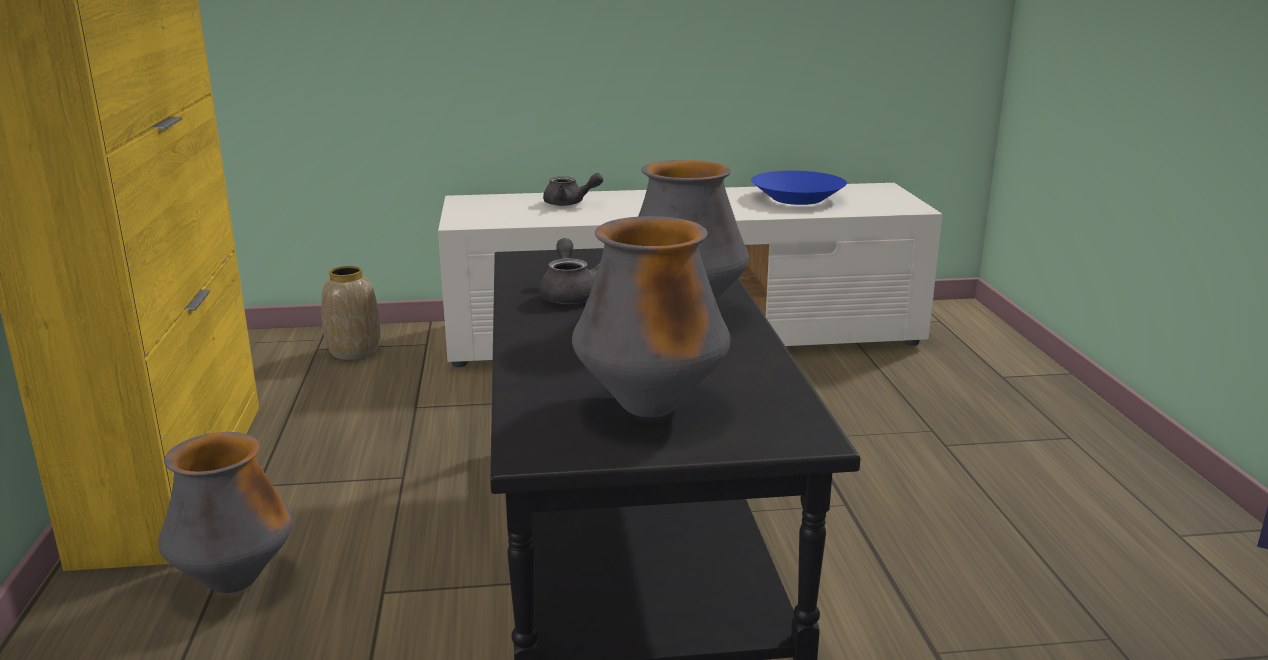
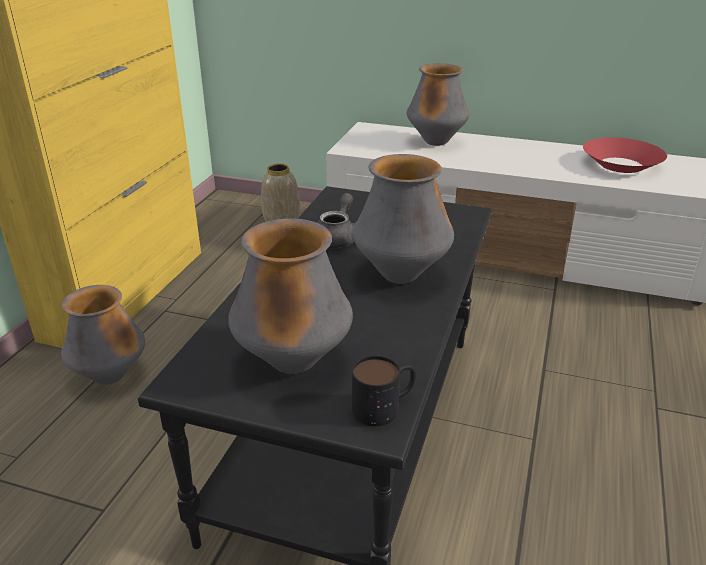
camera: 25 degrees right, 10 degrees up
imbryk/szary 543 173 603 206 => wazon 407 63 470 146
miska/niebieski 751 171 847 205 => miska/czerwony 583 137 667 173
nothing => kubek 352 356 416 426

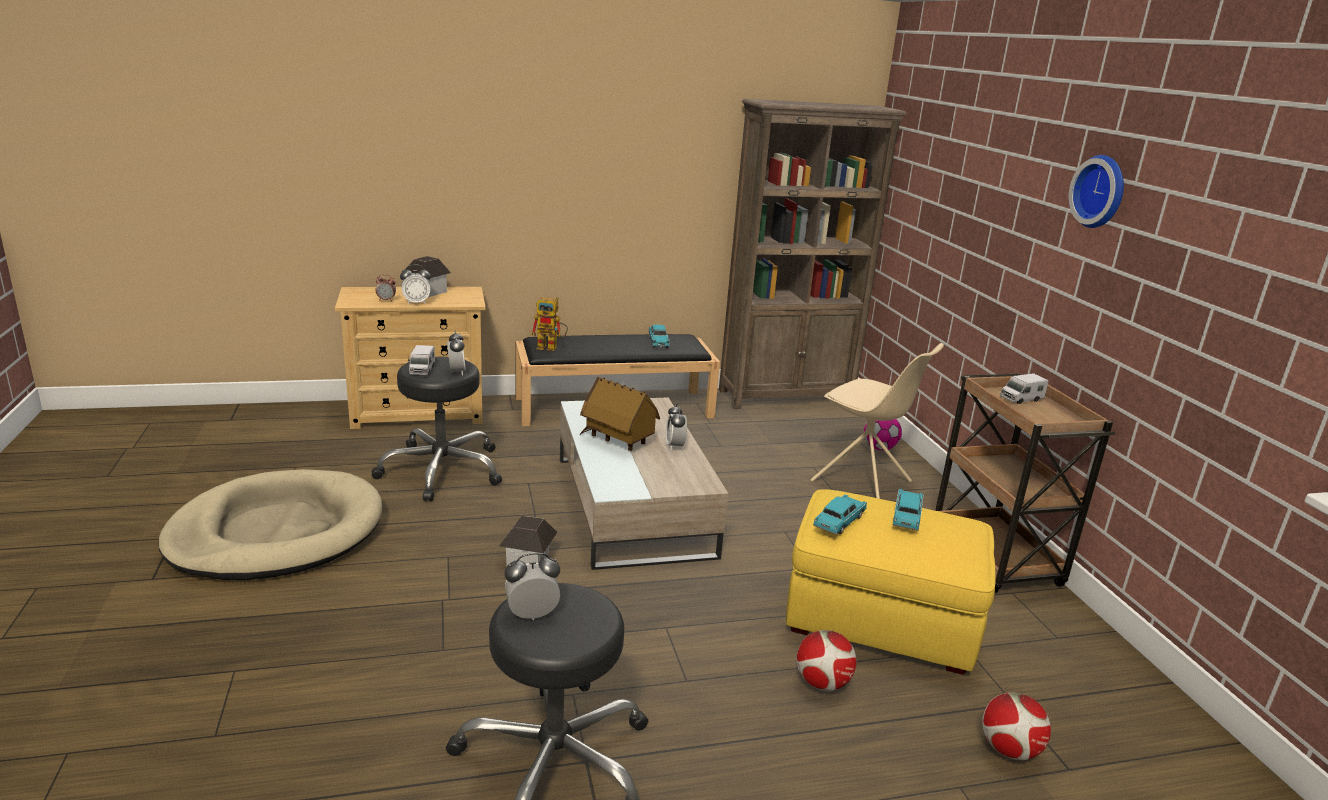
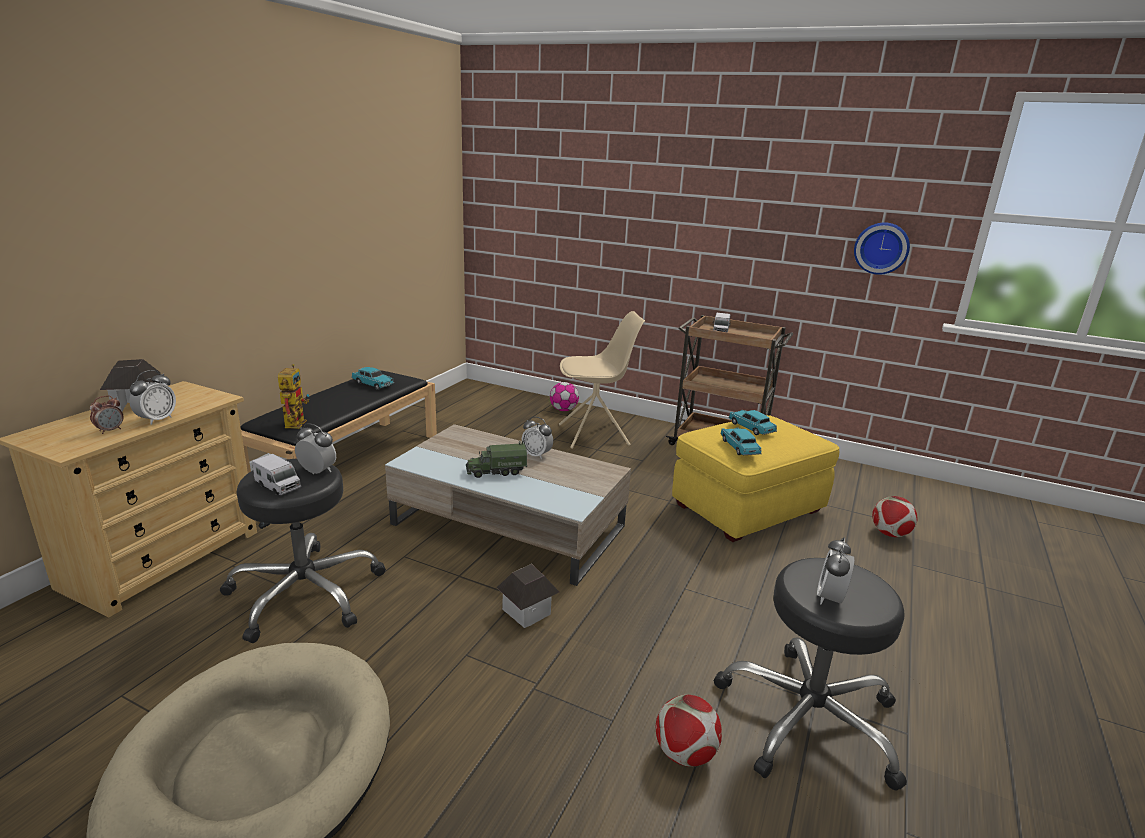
camera: 50 degrees left, 0 degrees up
robot zabawkowy 531 297 568 351 => robot zabawkowy 278 364 309 429, 45 degrees counterclockwise
domek 579 377 660 451 => ciężarówka zabawkowa 466 440 527 478
regał/brązowy 719 99 907 409 => nothing
piłka futbolowa 797 630 857 691 => piłka futbolowa 656 695 722 767, move
zegar ścienny 1069 155 1124 228 => zegar ścienny 854 222 910 275, move

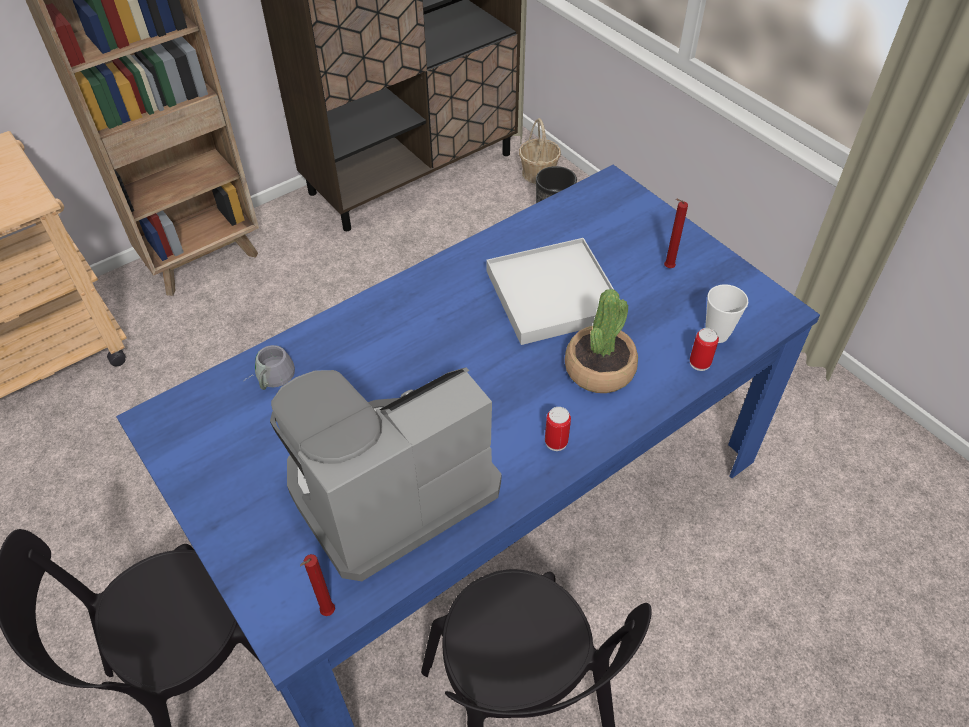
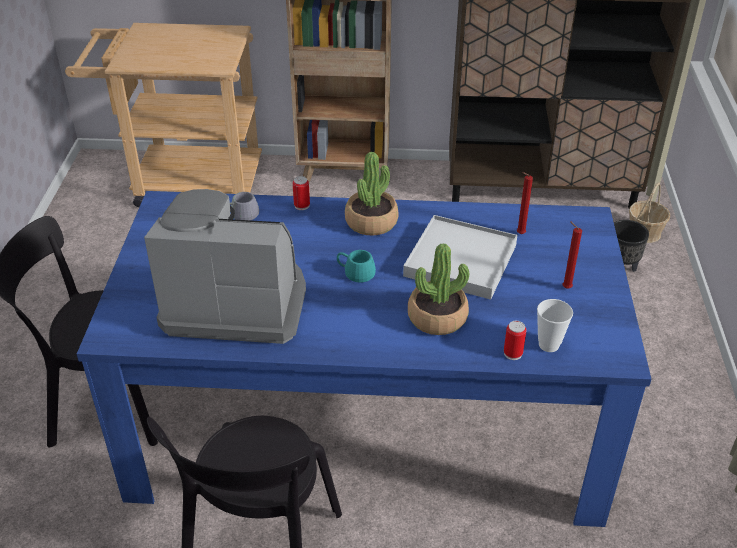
camera: 40 degrees right, 10 degrees down
świeca/czerwony 300 554 335 616 => świeca/czerwony 517 172 533 234, move
puszka 545 407 571 451 => puszka 293 176 310 210, move
nothing => kubek/turkusowy 337 250 376 283
nothing => roślina doniczkowa 345 152 399 236

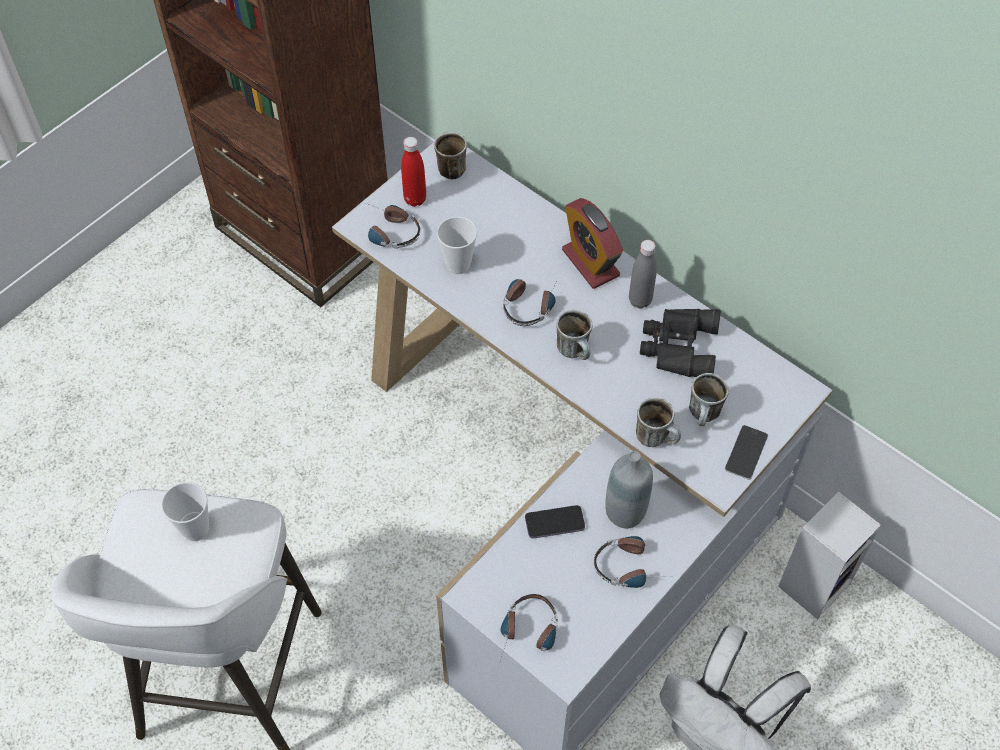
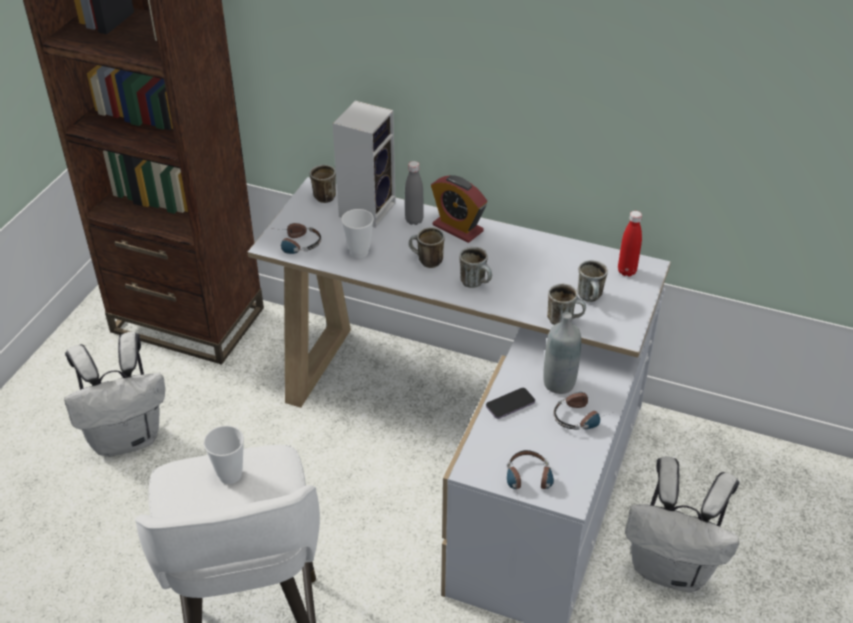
camera: 20 degrees left, 15 degrees down
butelka/czerwony 401 137 426 207 => butelka/czerwony 618 211 642 277, move
słuchawki 503 278 559 326 => kubek 409 227 445 268
butelka/szary 629 240 657 309 => butelka/szary 405 161 424 225, move
lornetka/czarny 640 309 721 377 => nothing
telefon 725 425 768 480 => nothing
głośnik 778 491 881 619 => głośnik 333 101 396 228, move
nothing => plecak/biały 64 332 165 457

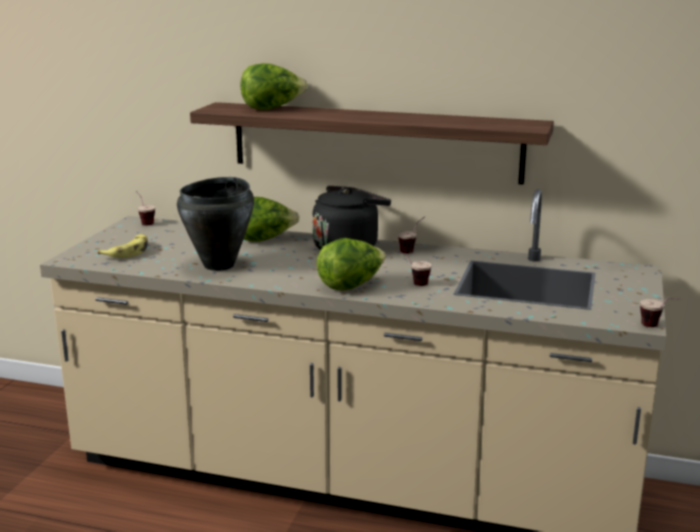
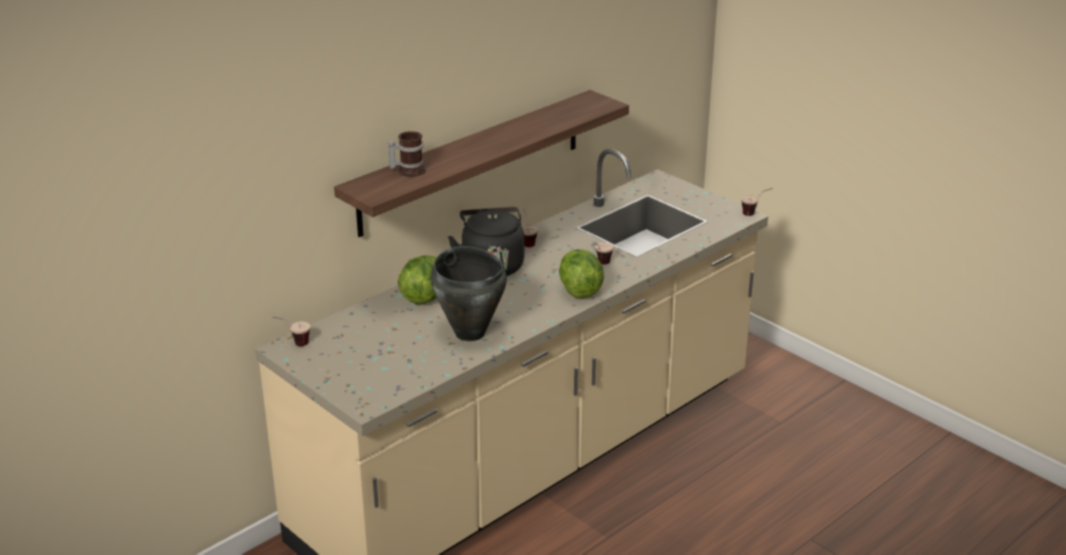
camera: 60 degrees left, 10 degrees up
banan 97 234 148 258 => nothing
sałata 241 63 308 110 => kubek 388 131 426 177

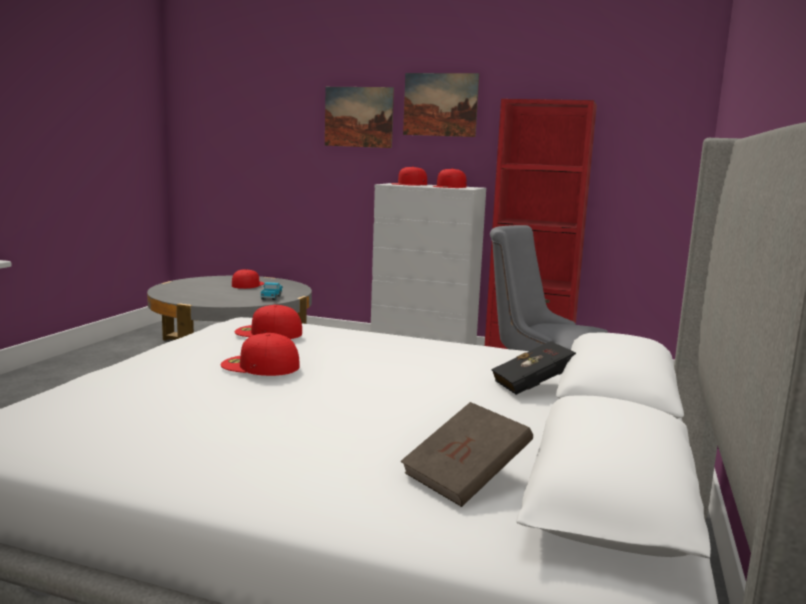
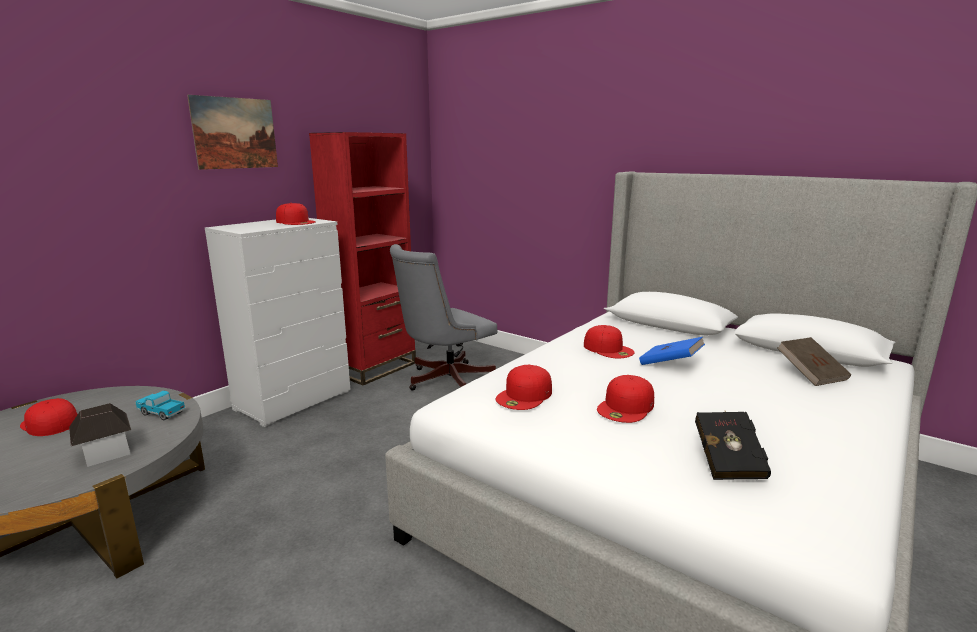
camera: 70 degrees left, 5 degrees up
obraz 325 87 394 148 => nothing
czapka z daszkiem/czerwony 391 166 427 185 => czapka z daszkiem/czerwony 584 325 634 359, move
książka/czarny 491 341 576 395 => książka/czarny 695 411 771 480, move
nothing => domek 69 403 131 467
nothing => książka/niebieski 639 337 705 365

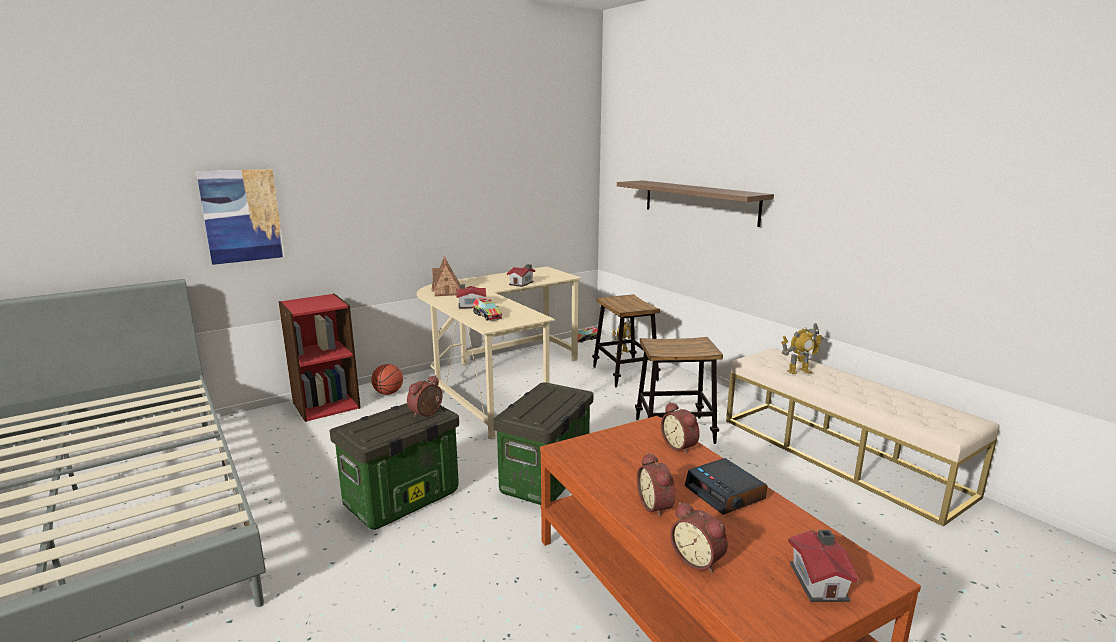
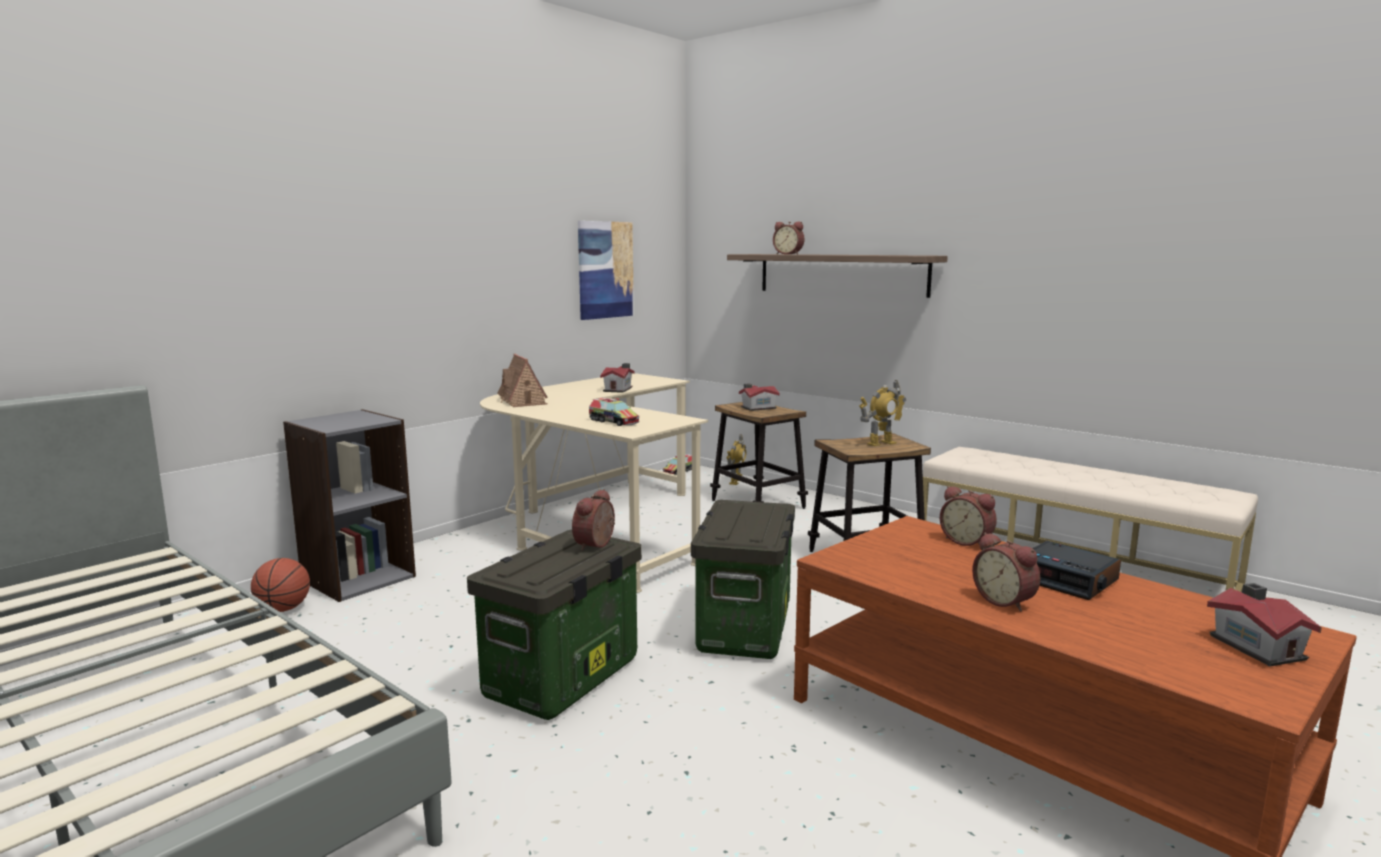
camera: 15 degrees left, 5 degrees down
obraz 196 169 284 265 => obraz 578 221 634 320, move
regał/czerwony 278 293 361 422 => regał/szary 283 409 416 602
piłka do koszykówki 371 364 403 395 => piłka do koszykówki 251 558 310 612, move
domek 456 284 486 309 => domek 739 383 780 411, move
budzik 670 502 728 573 => budzik 773 221 805 254, move
robot zabawkowy 781 323 824 374 => robot zabawkowy 859 380 906 446, move

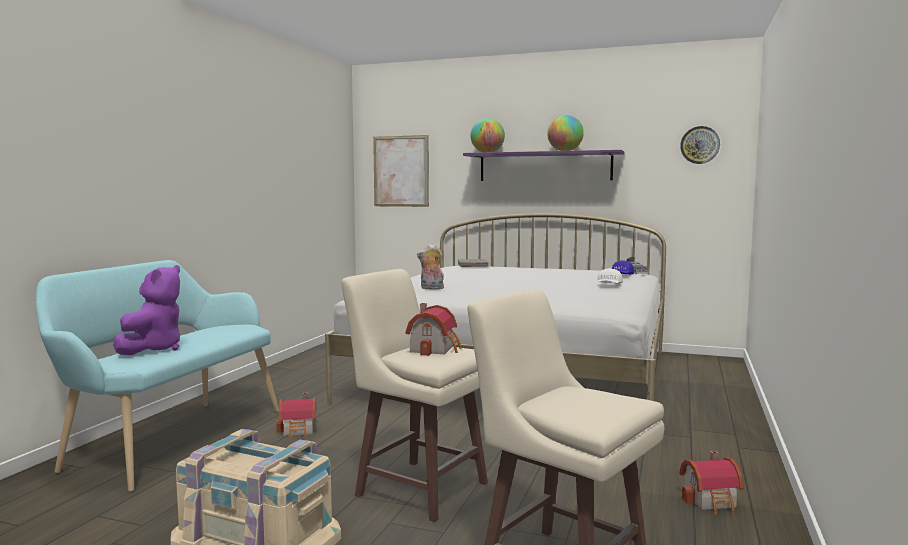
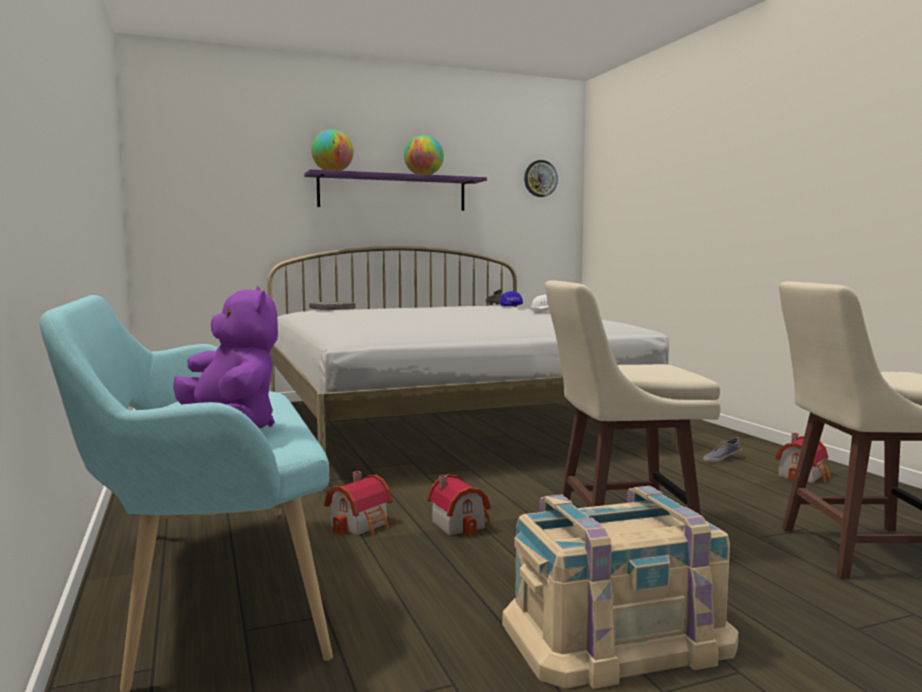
camera: 40 degrees left, 0 degrees up
obraz 373 135 429 207 => nothing
domek 405 303 462 356 => domek 427 474 491 536, move
pluszak 417 244 445 289 => nothing
nothing => but 703 437 742 463

